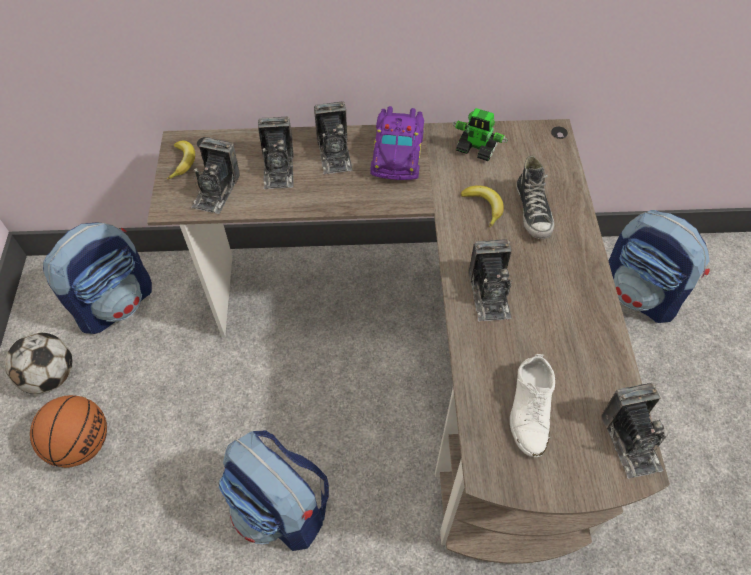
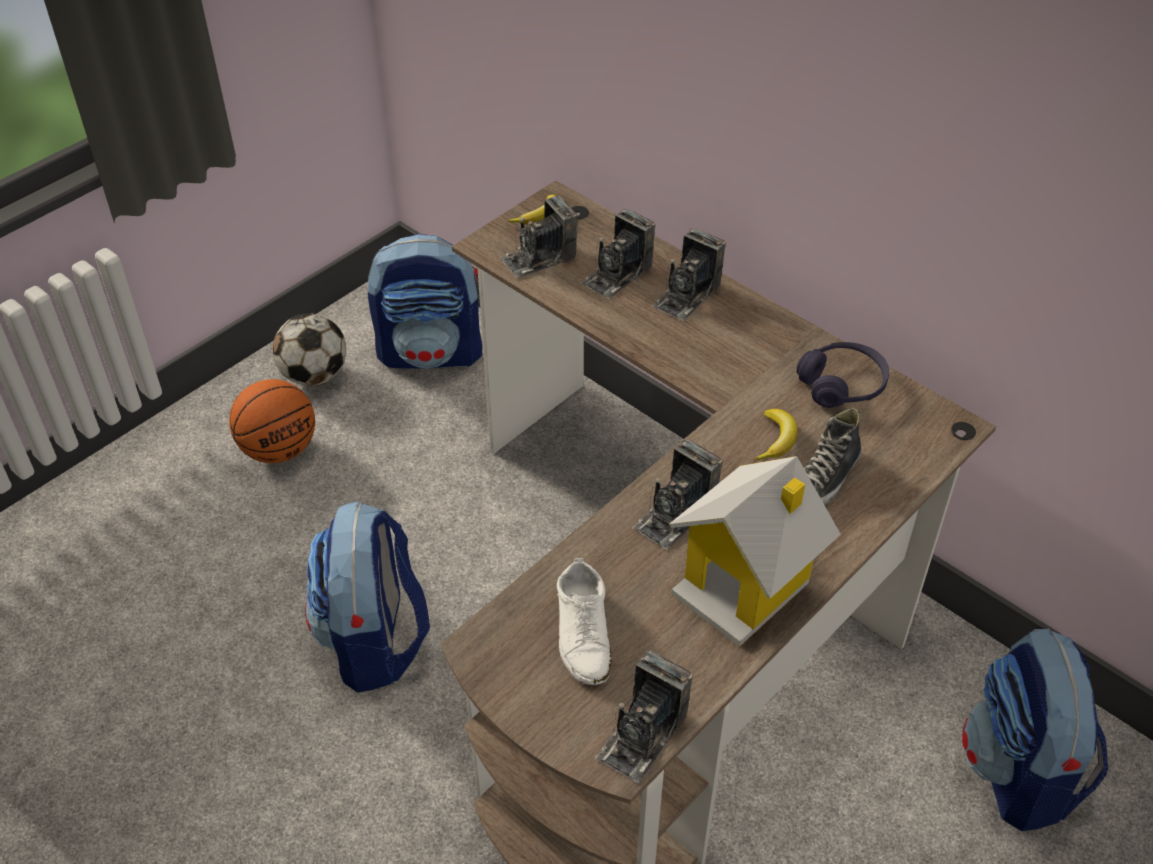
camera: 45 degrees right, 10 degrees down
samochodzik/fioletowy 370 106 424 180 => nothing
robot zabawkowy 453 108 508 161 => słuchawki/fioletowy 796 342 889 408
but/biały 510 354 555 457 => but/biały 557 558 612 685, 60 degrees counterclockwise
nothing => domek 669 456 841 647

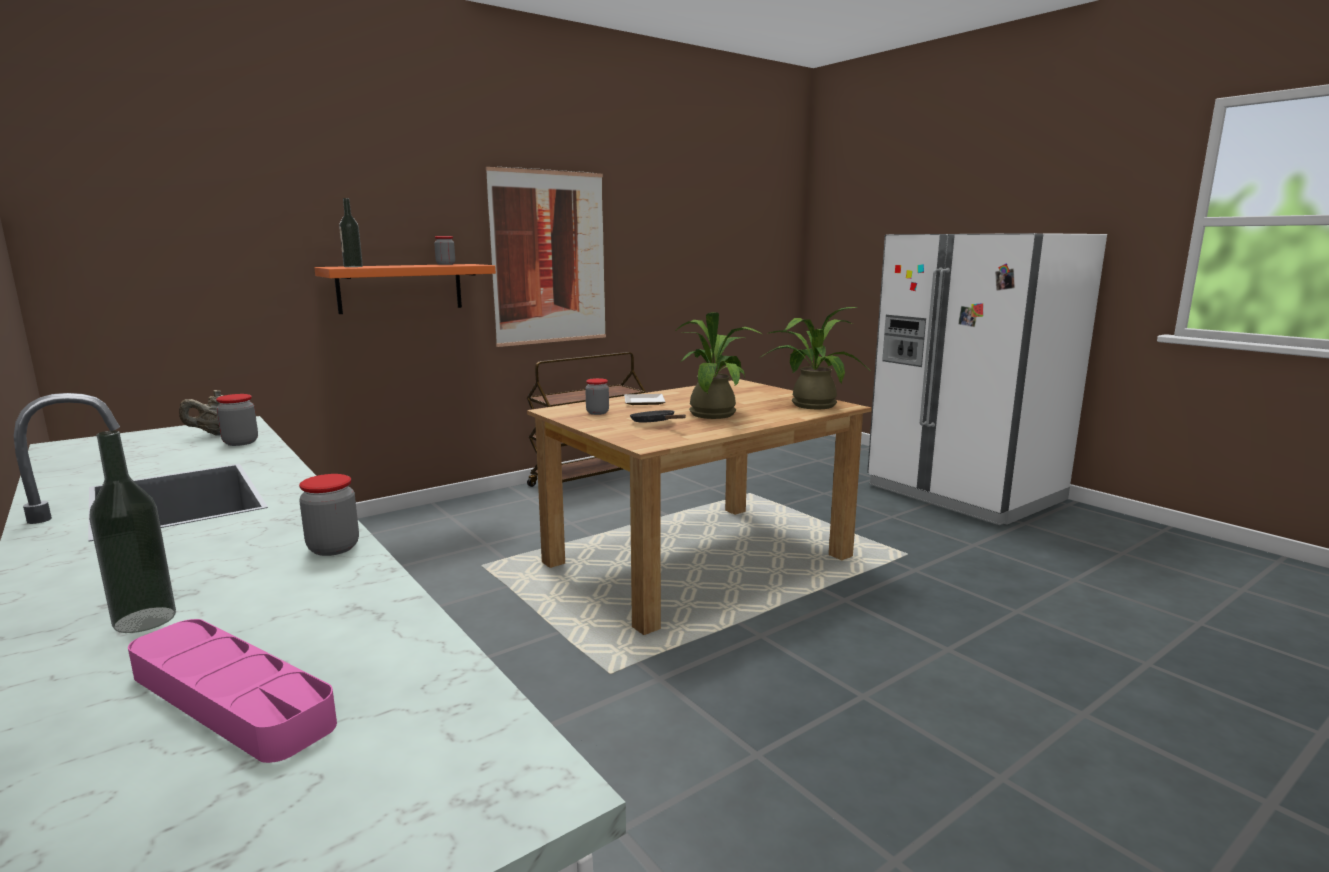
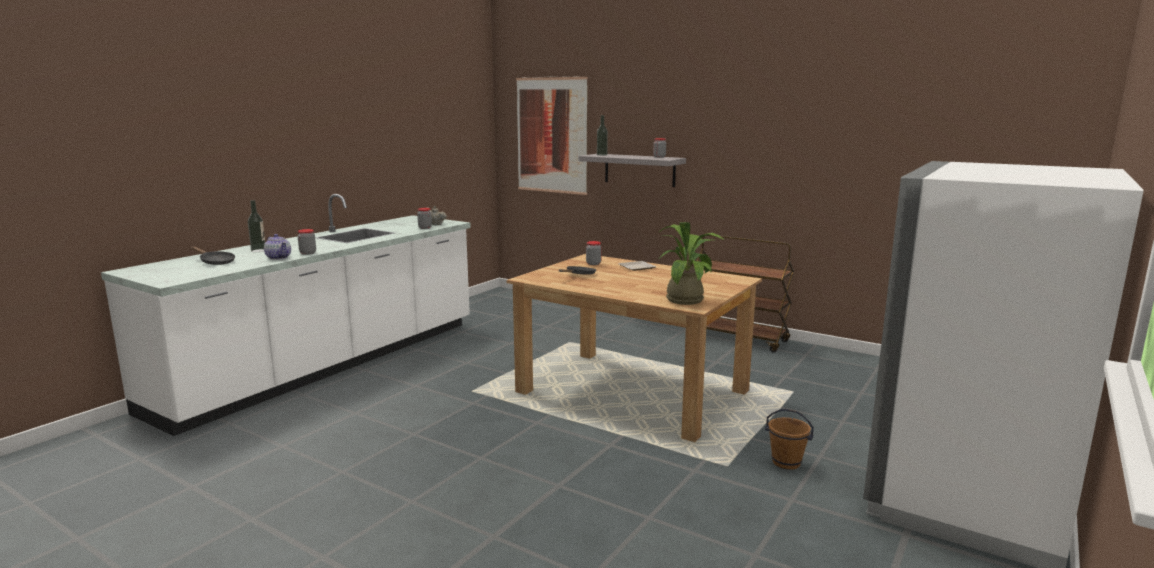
camera: 70 degrees right, 0 degrees up
taca/różowy 128 619 337 763 => patelnia/czarny 191 246 235 265
półka/pomarańczowy 314 264 496 314 => półka/szary 579 154 686 187
obraz 486 166 606 347 => obraz 516 76 588 195, move
roślina doniczkowa 675 312 762 419 => nothing
nothing => imbryk 264 234 291 260
nothing => wiadro/brązowy 765 409 814 470

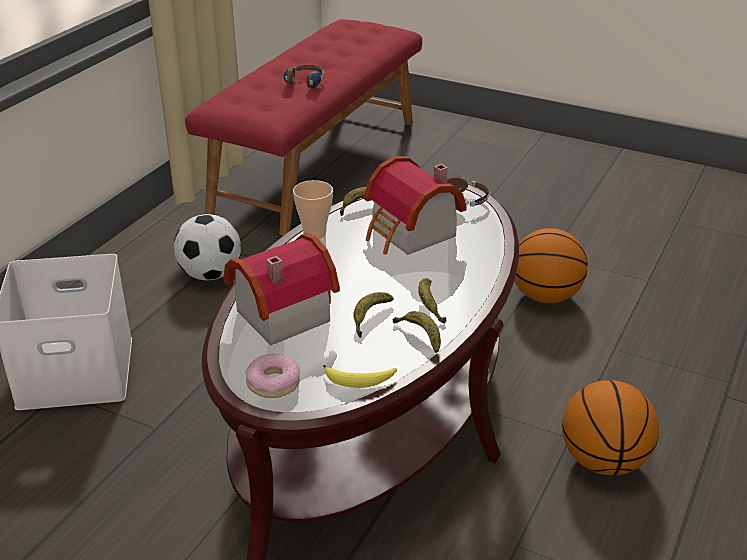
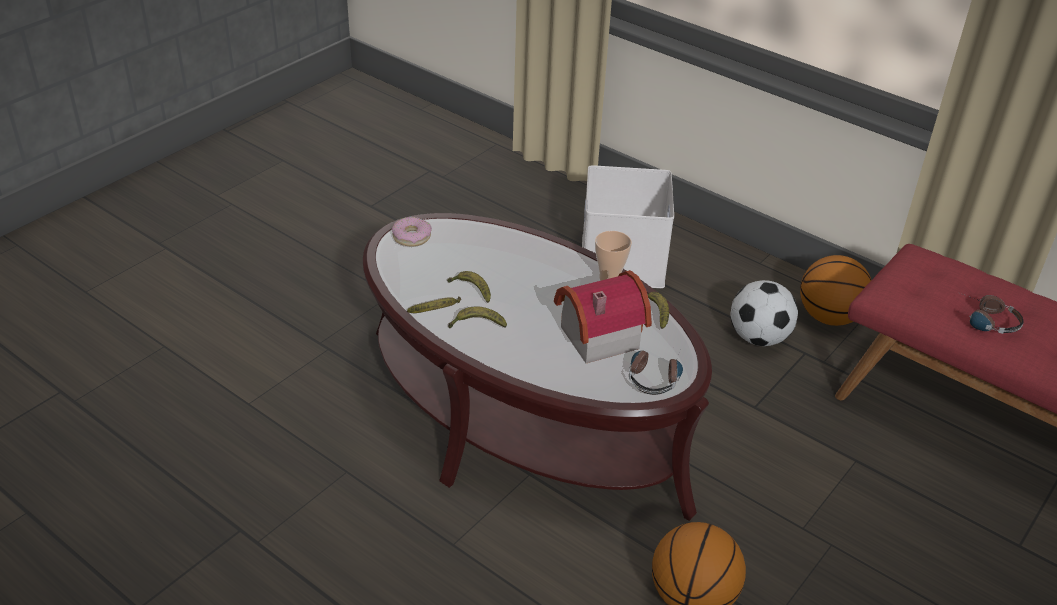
camera: 100 degrees right, 5 degrees up
domek 223 233 340 345 => nothing
banan 323 365 397 388 => nothing
piłka do koszykówki 562 380 659 476 => piłka do koszykówki 800 255 871 326, move

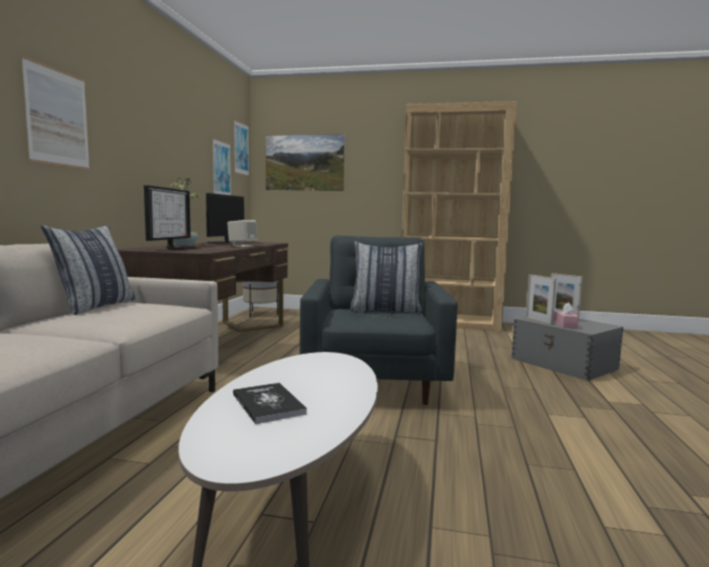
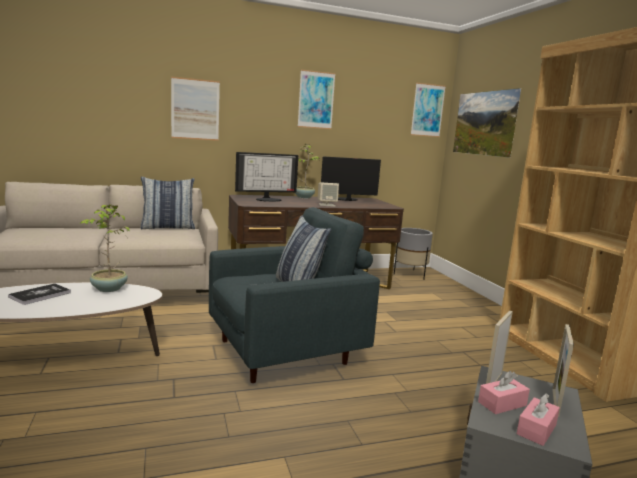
camera: 60 degrees right, 5 degrees up
obraz 212 138 231 195 => obraz 298 70 336 129, move
nothing => roślina doniczkowa 80 204 130 292
nothing => pudełko chusteczek/różowy 517 393 560 446

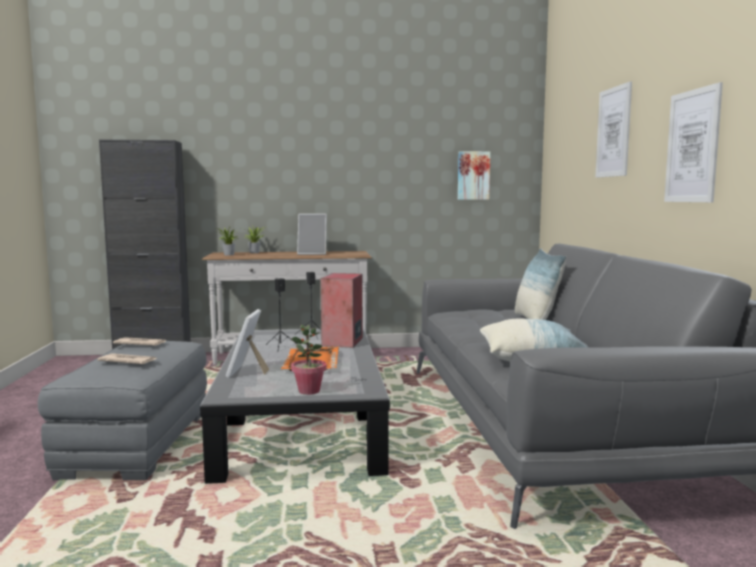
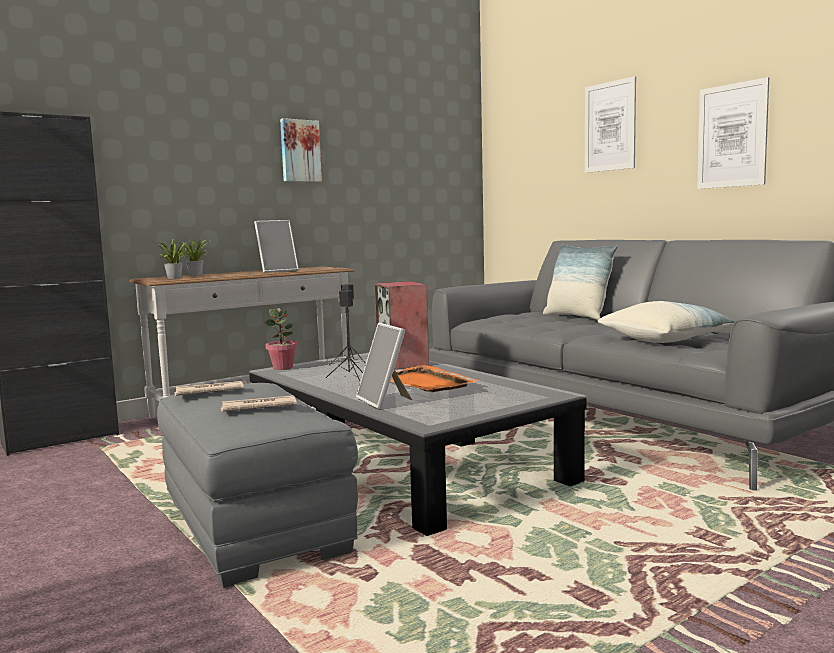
camera: 30 degrees left, 0 degrees up
roślina doniczkowa 291 325 327 395 => roślina doniczkowa 264 308 298 370, move
obraz 458 151 491 200 => obraz 280 118 322 182, move

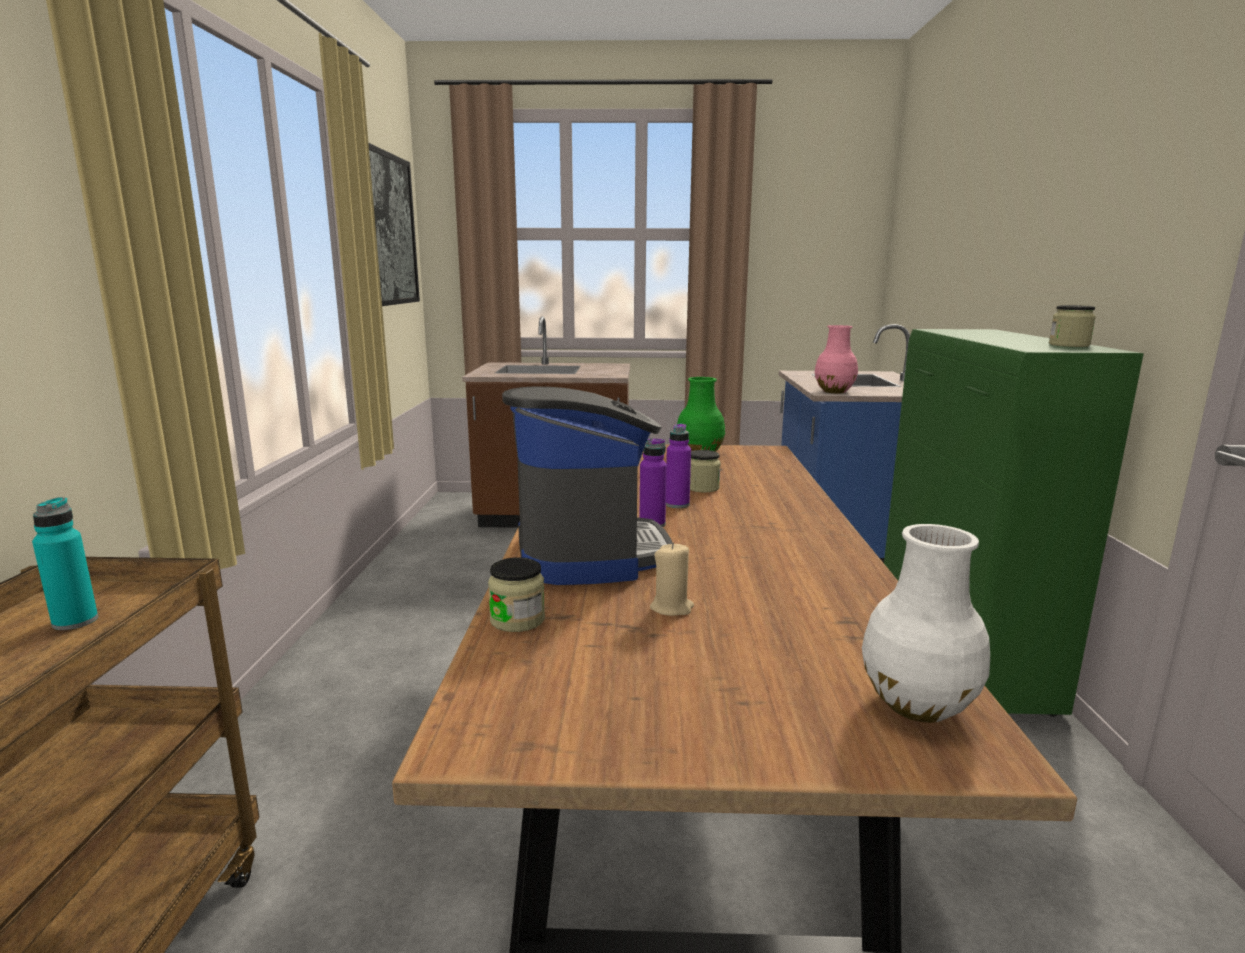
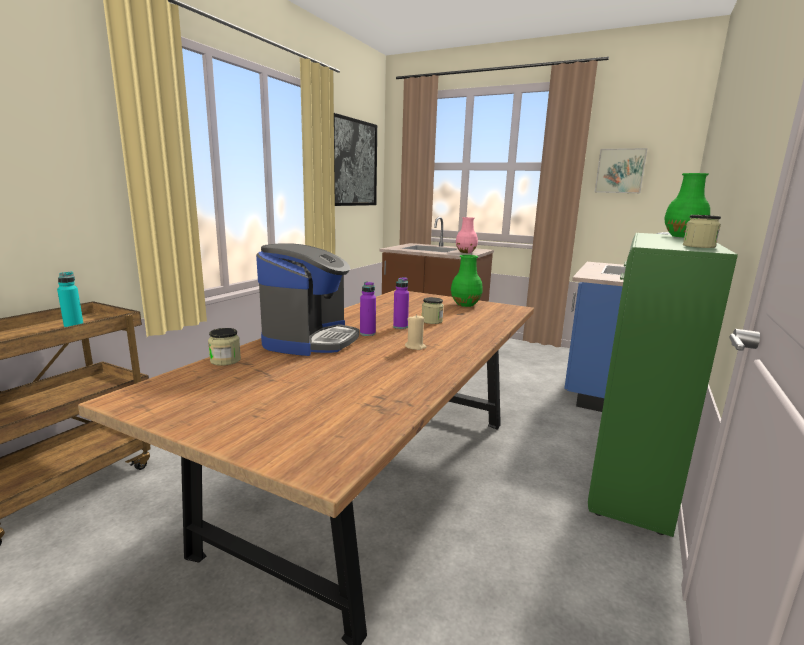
camera: 25 degrees right, 0 degrees up
świeca/beżowy 650 542 694 616 => świeca/beżowy 405 314 426 350, move
wazon/różowy 815 325 858 393 => wazon/różowy 456 217 478 253, move
wazon/biały 862 524 990 723 => nothing
nothing => obraz 595 148 648 193
nothing => wazon/zielony 664 173 710 237

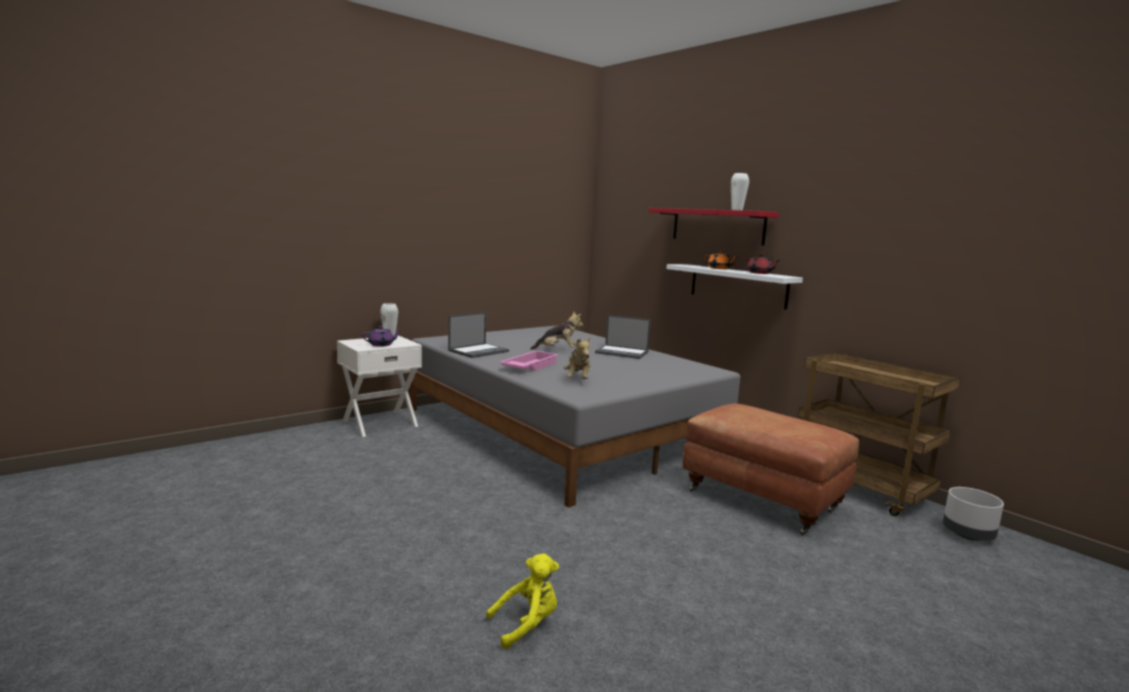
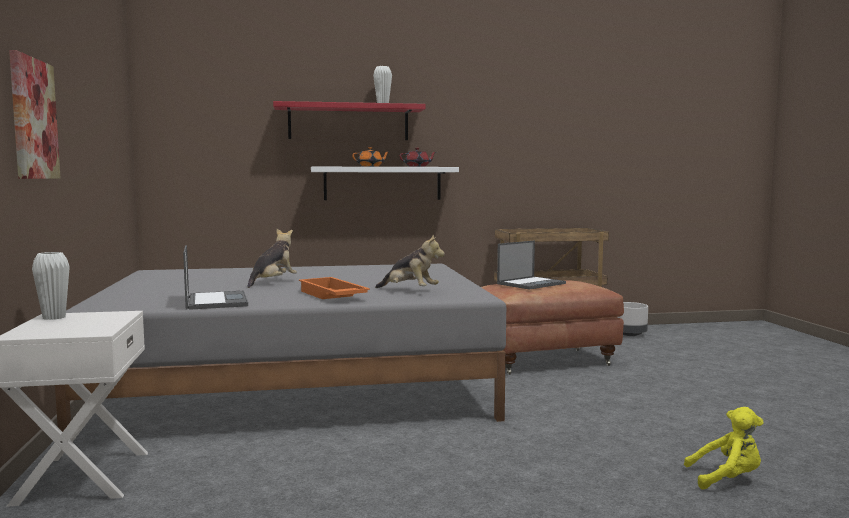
camera: 60 degrees left, 5 degrees down
imbryk/fioletowy 362 326 402 347 => nothing
pluszak/żółty 486 554 559 649 => pluszak/żółty 684 407 763 489, 90 degrees clockwise
taca/różowy 499 351 559 371 => taca/pomarańczowy 299 277 370 299
laptop 595 315 651 359 => laptop 497 241 566 290, move
nothing => obraz 9 50 61 179

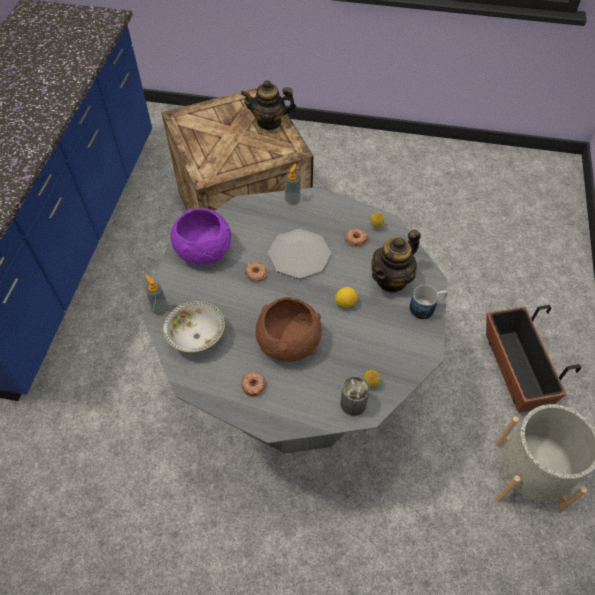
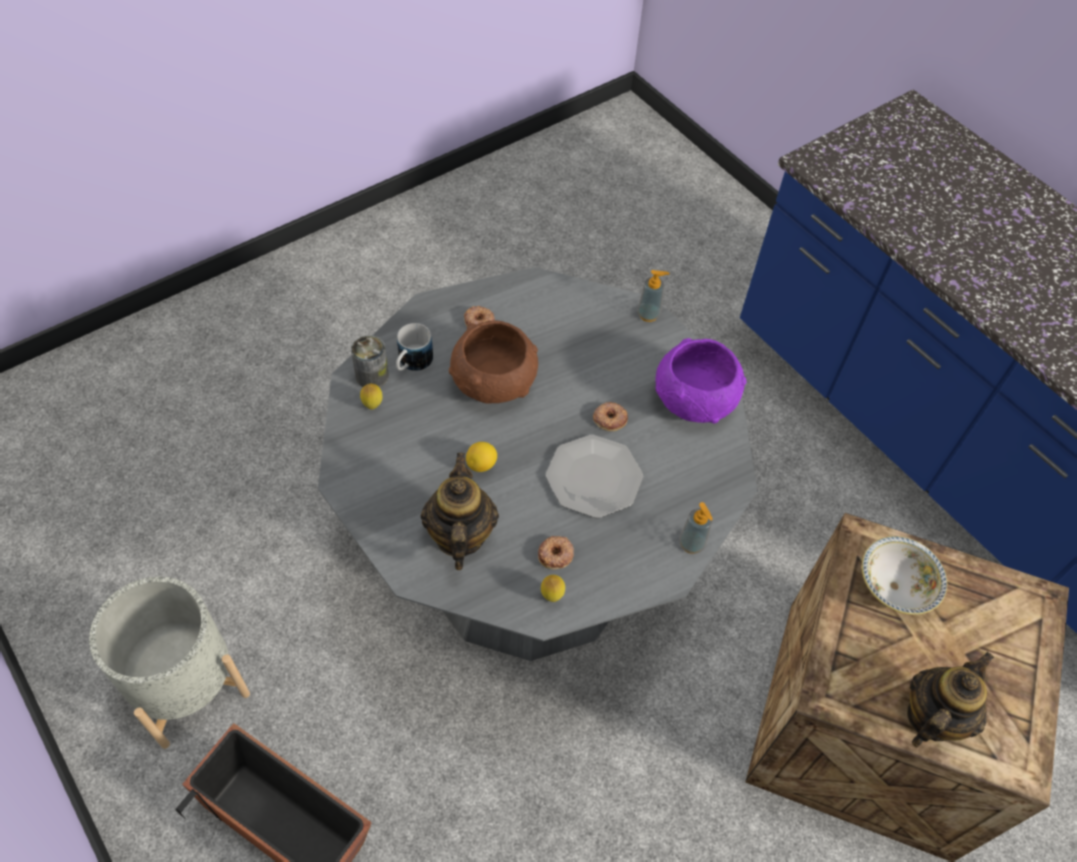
camera: 130 degrees right, 0 degrees up
miska 163 301 225 353 => miska 862 536 947 615, move
kubek 409 285 448 320 => kubek 396 323 433 371, move

